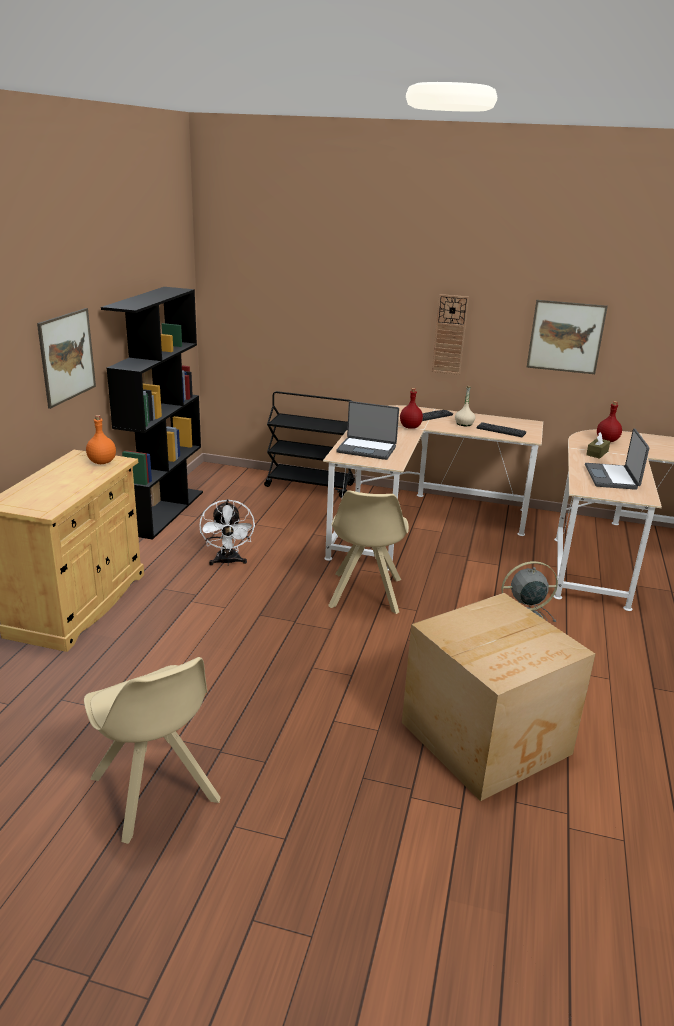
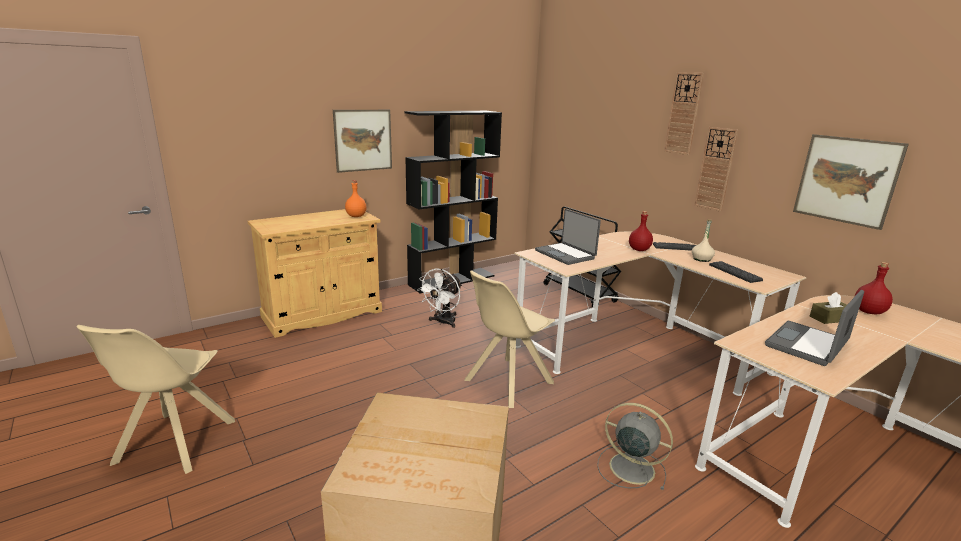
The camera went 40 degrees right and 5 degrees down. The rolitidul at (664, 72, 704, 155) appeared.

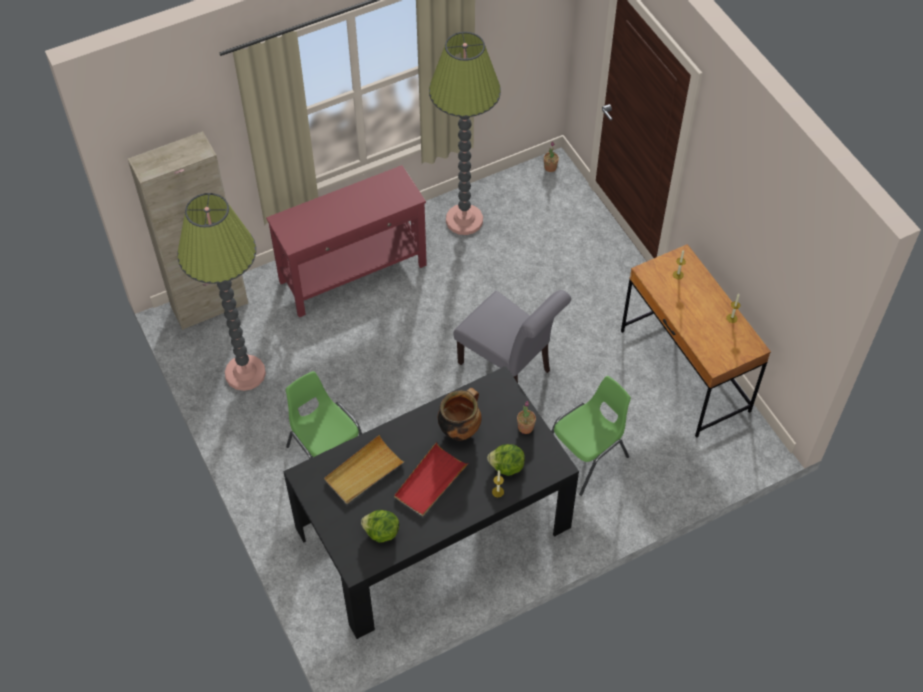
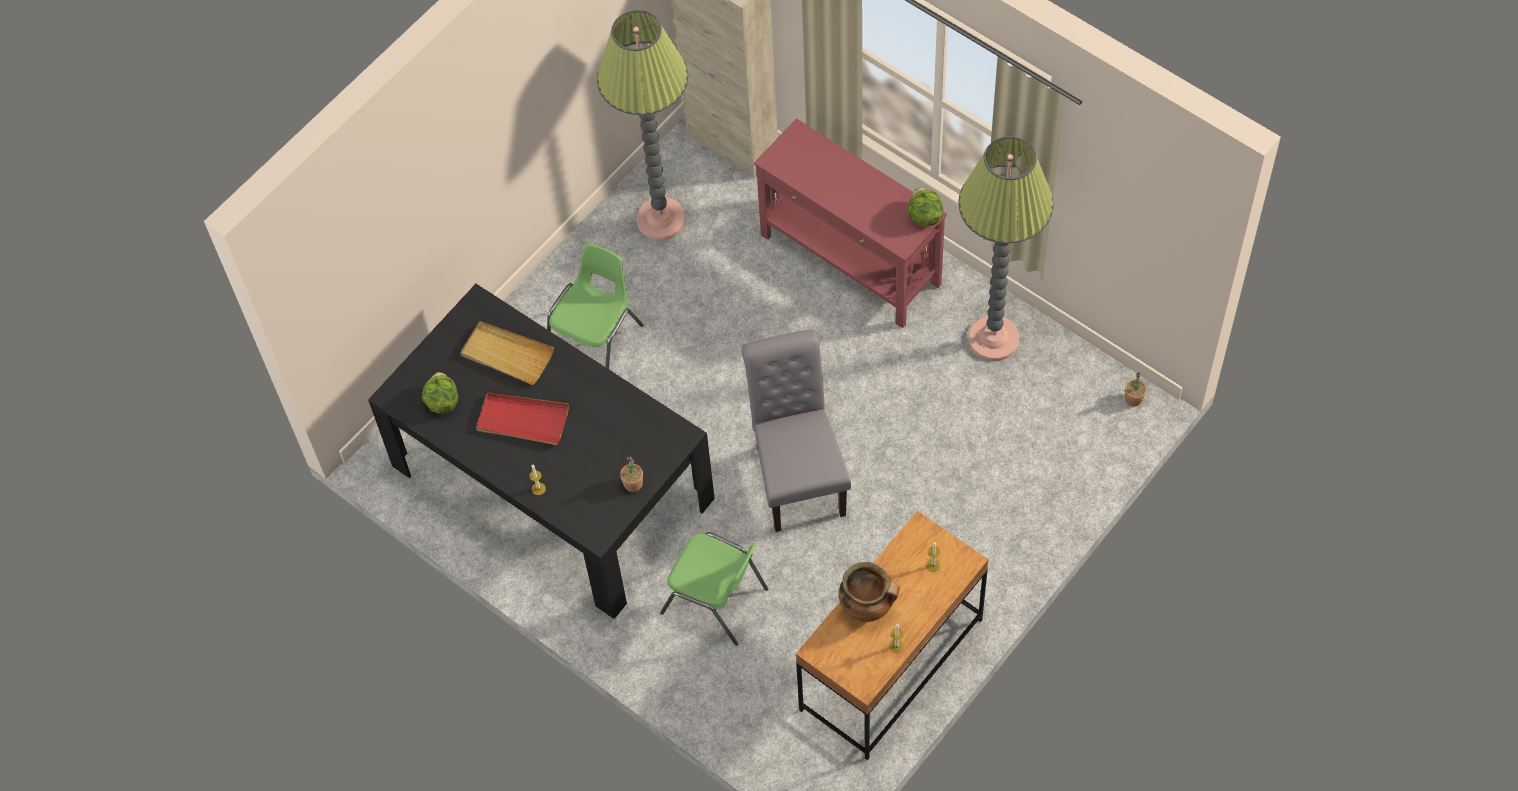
The camera went 70 degrees right and 5 degrees up. The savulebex moved from (438, 388, 482, 440) to (839, 562, 900, 622). The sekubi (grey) at (454, 290, 571, 383) turned 150 degrees clockwise. The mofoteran moved from (487, 444, 525, 476) to (908, 188, 943, 226).

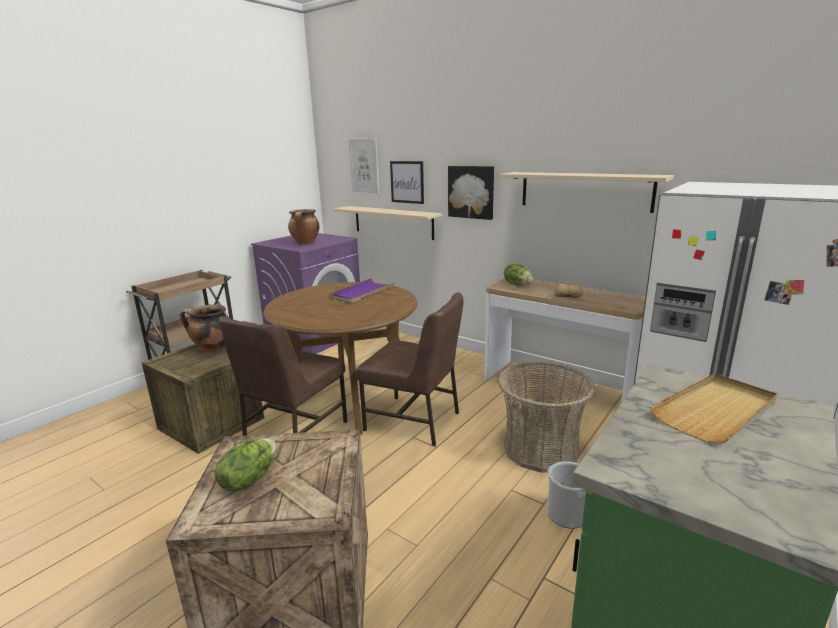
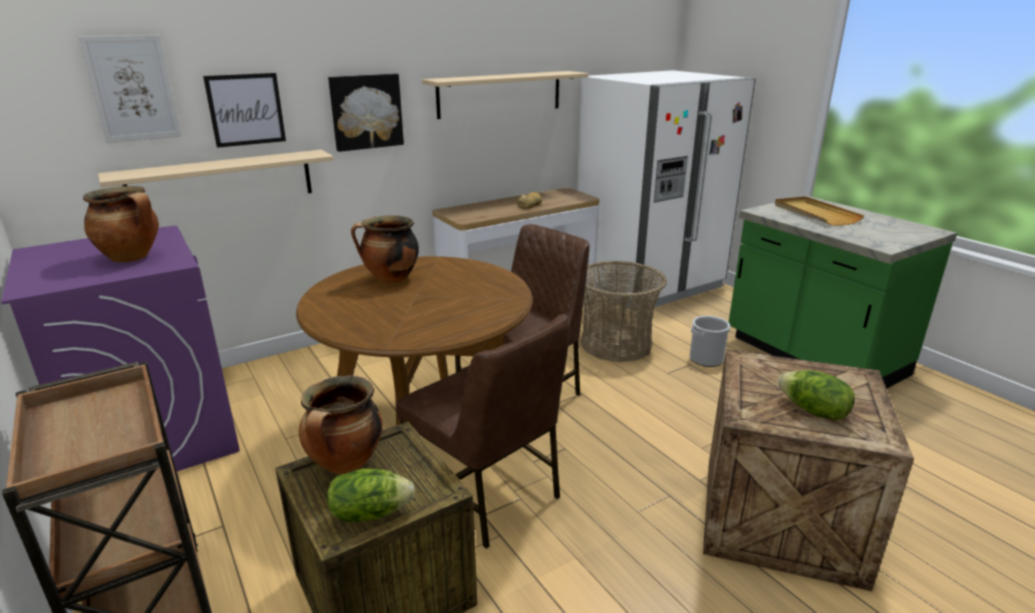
The camera went 70 degrees left and 5 degrees up. The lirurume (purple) at (329, 278, 395, 303) was replaced by the savulebex at (351, 215, 419, 284). The mofoteran moved from (504, 264, 533, 286) to (327, 468, 415, 522).

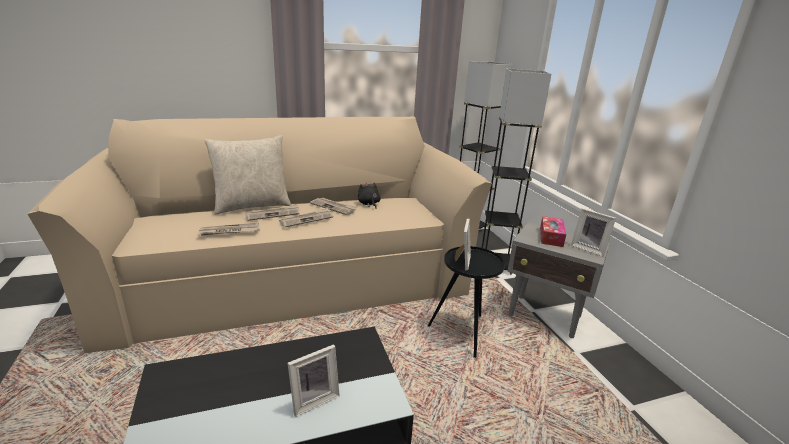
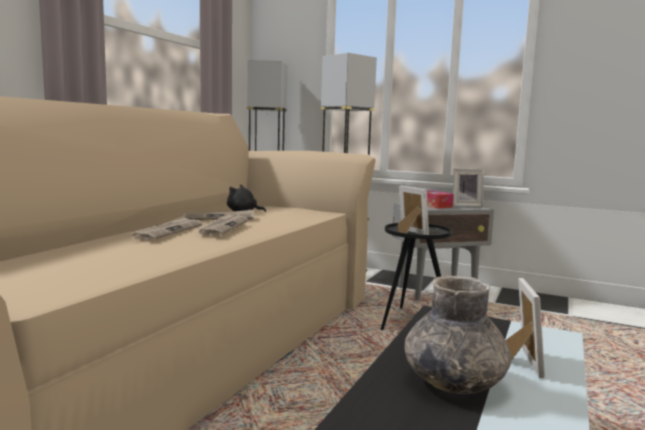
The camera went 45 degrees left and 15 degrees down. The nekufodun at (199, 223, 260, 236) disappeared. The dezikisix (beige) at (205, 135, 291, 215) disappeared. The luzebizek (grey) at (405, 276, 512, 394) appeared.

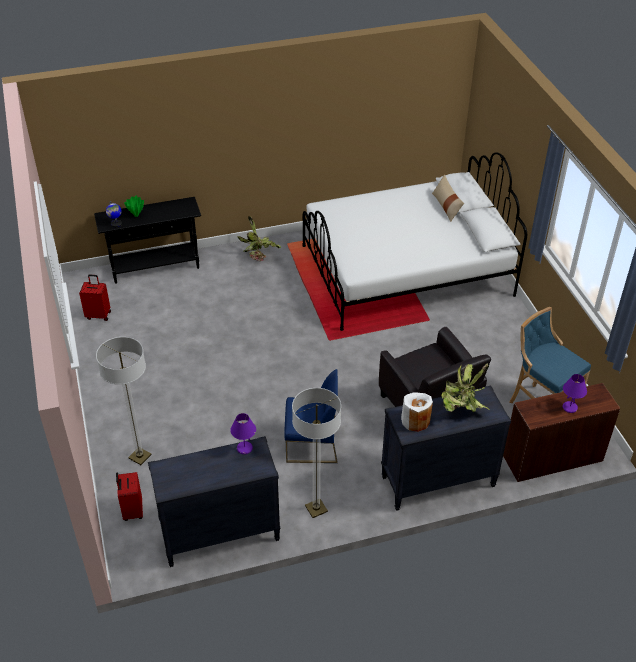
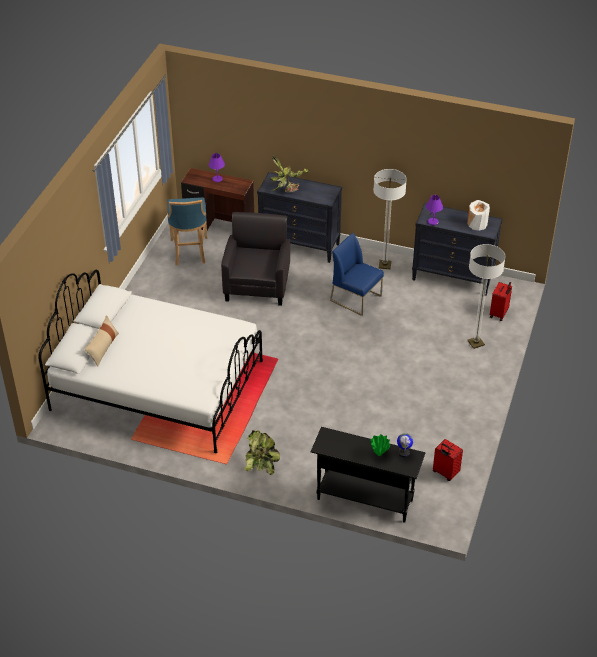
The camera went 145 degrees left and 0 degrees up. The luzebizek (white) moved from (401, 392, 433, 432) to (467, 200, 490, 231).

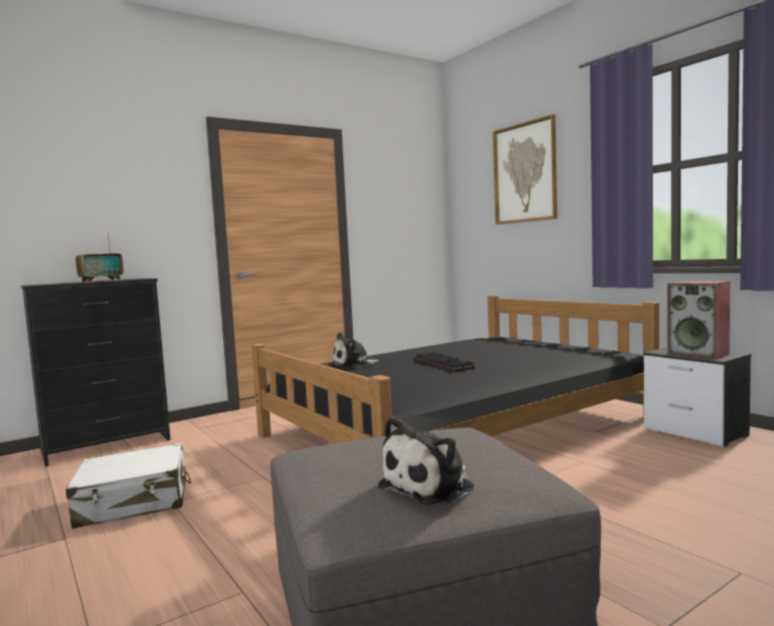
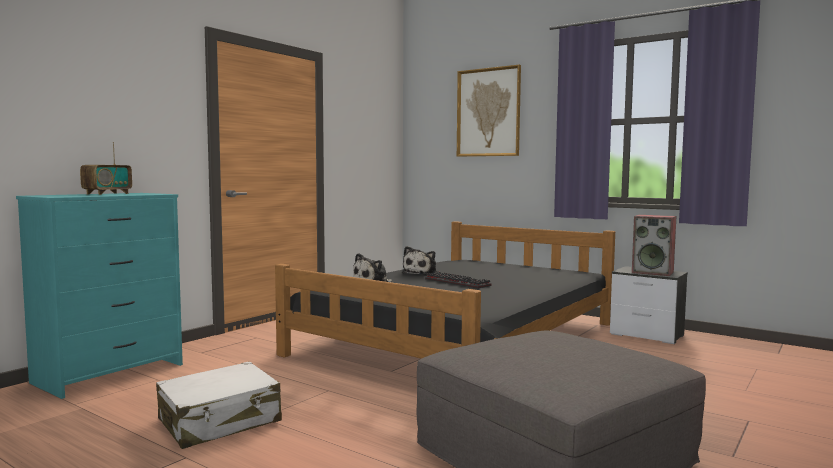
The camera went 20 degrees left and 0 degrees up. The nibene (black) at (21, 278, 171, 467) became the nibene (turquoise) at (16, 193, 183, 399). The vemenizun moved from (378, 417, 474, 505) to (402, 246, 438, 275).

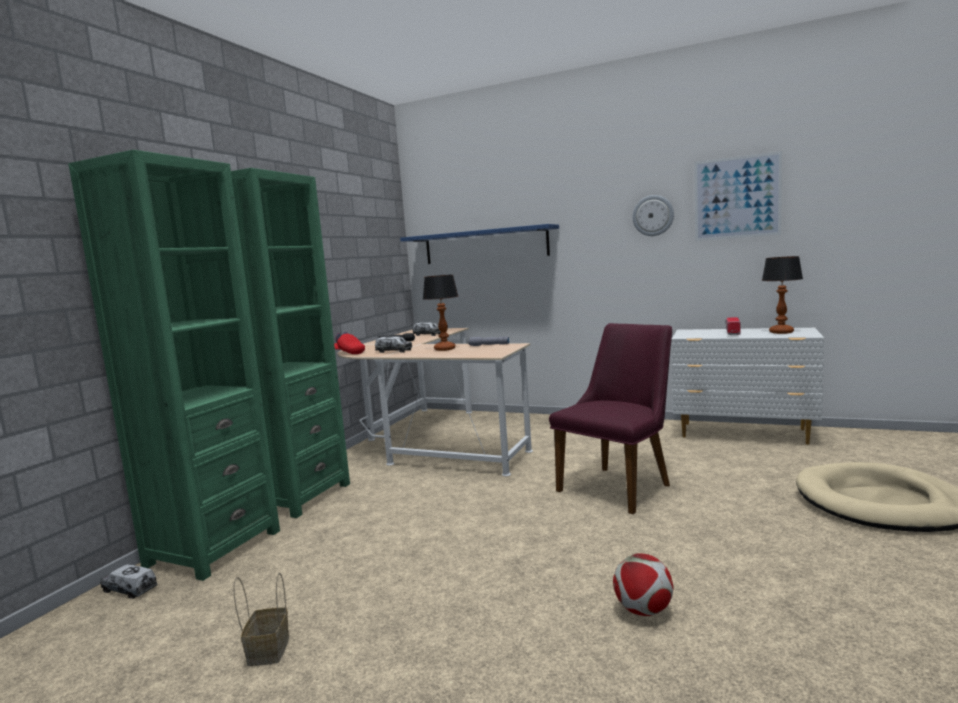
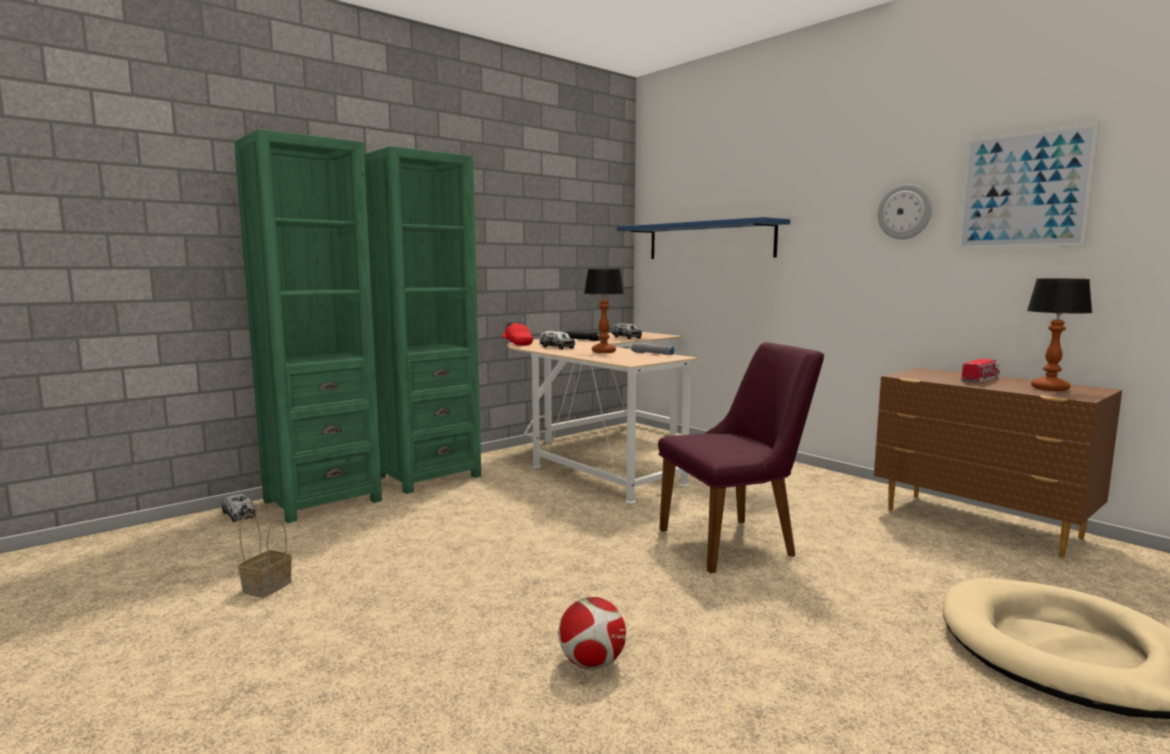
The camera went 25 degrees right and 0 degrees up. The nibene (white) at (671, 328, 824, 445) became the nibene (brown) at (874, 368, 1122, 558).

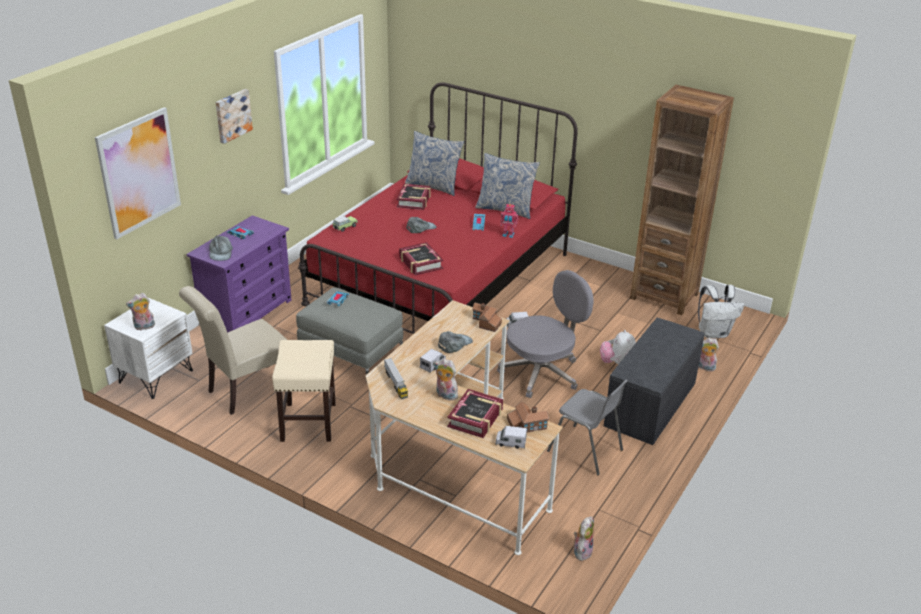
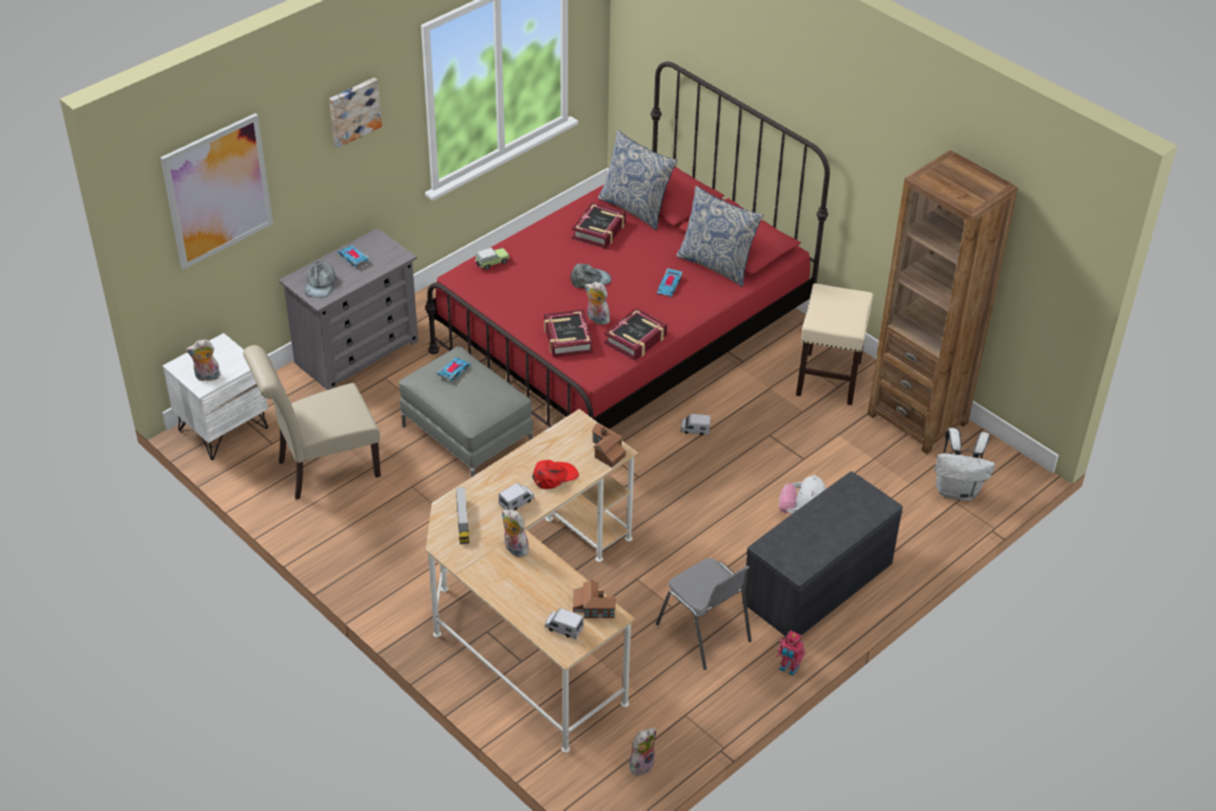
The camera went 15 degrees right and 10 degrees up. The nibene (purple) at (187, 215, 291, 333) became the nibene (grey) at (279, 228, 418, 390). The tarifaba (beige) moved from (272, 340, 336, 442) to (796, 284, 873, 405). The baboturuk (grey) at (438, 331, 473, 353) became the baboturuk (red) at (532, 460, 579, 489). The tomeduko moved from (447, 389, 503, 438) to (604, 308, 668, 360). The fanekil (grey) at (497, 270, 593, 398) disappeared. The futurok moved from (500, 204, 518, 238) to (777, 630, 805, 676). The vemenizun moved from (698, 338, 719, 371) to (585, 282, 610, 325).

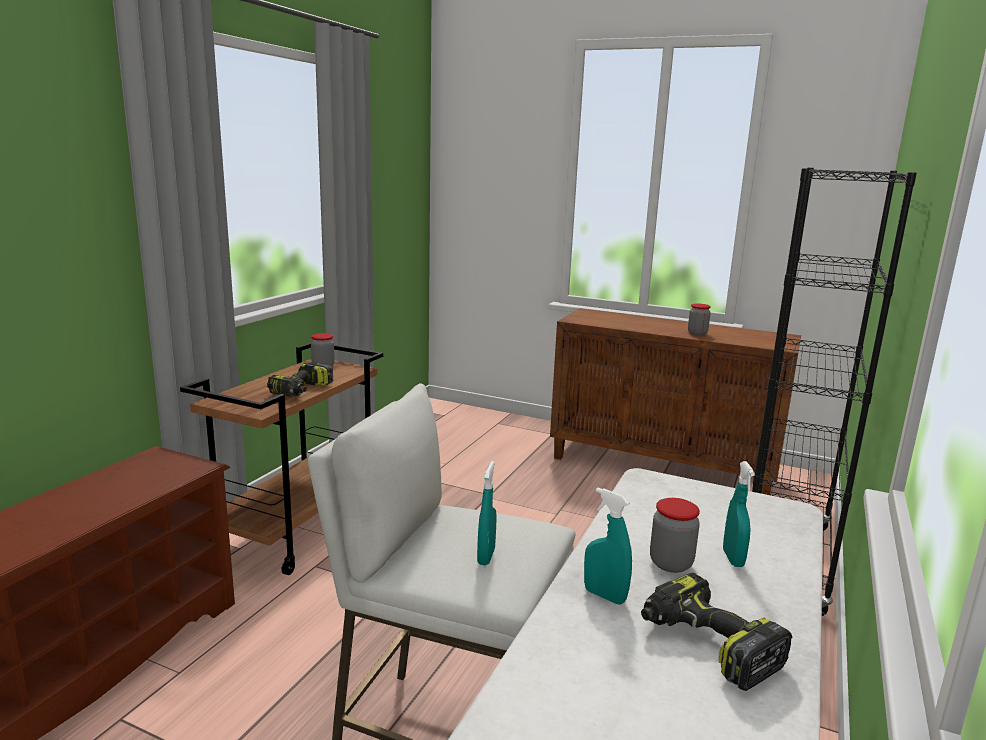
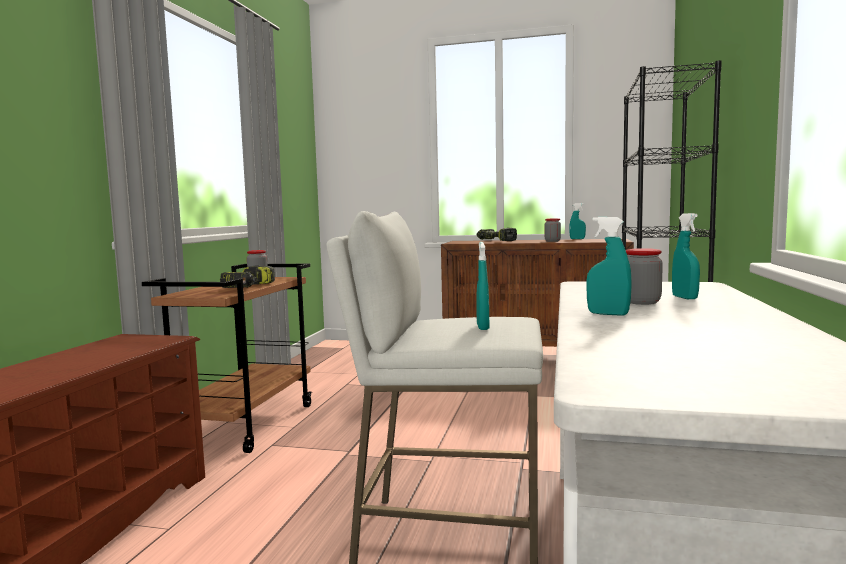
The camera went 10 degrees left and 10 degrees down. The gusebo moved from (641, 573, 792, 691) to (477, 228, 517, 241). The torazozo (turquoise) at (569, 203, 586, 239) appeared.

